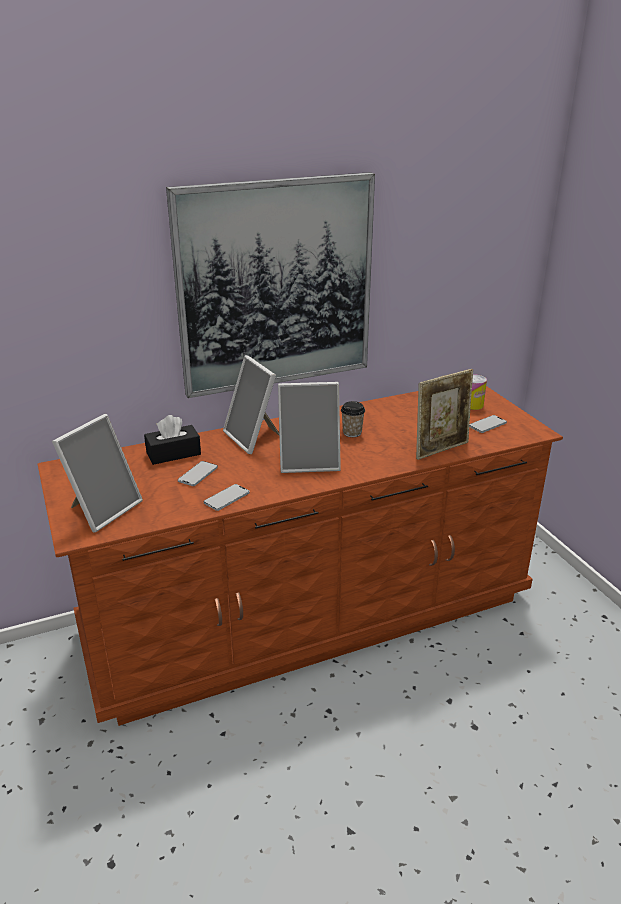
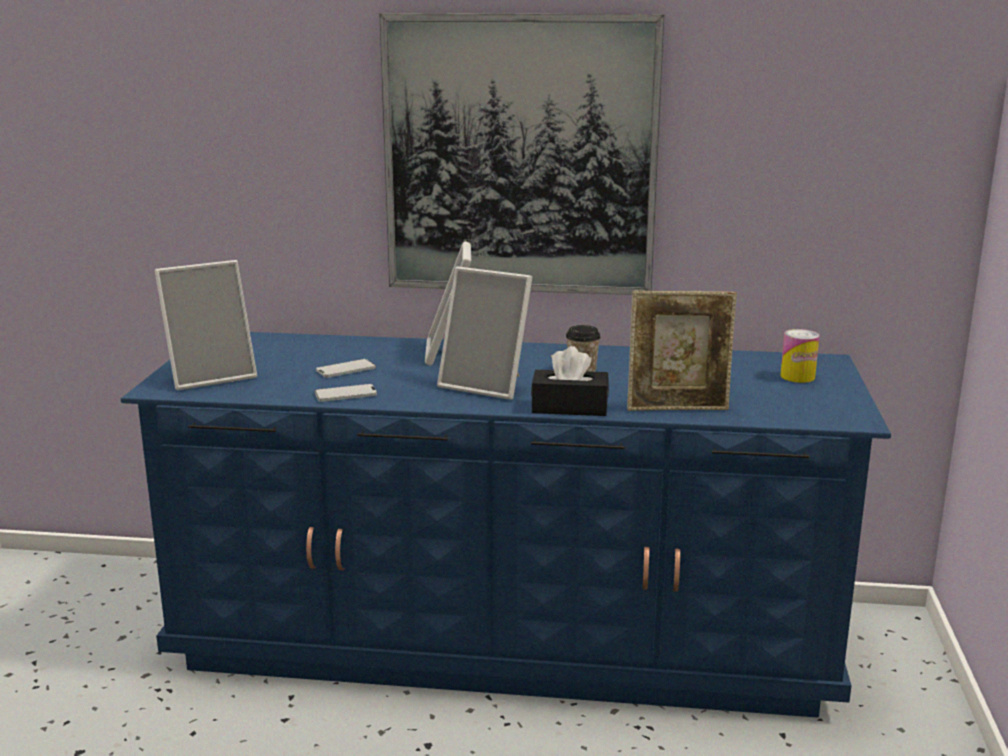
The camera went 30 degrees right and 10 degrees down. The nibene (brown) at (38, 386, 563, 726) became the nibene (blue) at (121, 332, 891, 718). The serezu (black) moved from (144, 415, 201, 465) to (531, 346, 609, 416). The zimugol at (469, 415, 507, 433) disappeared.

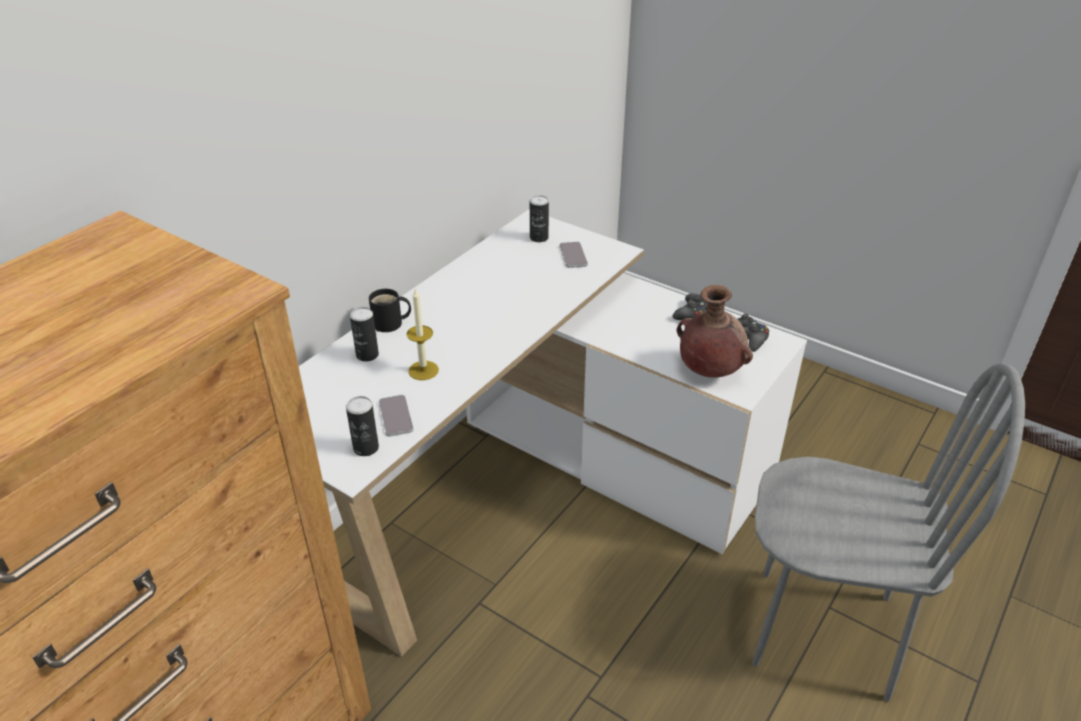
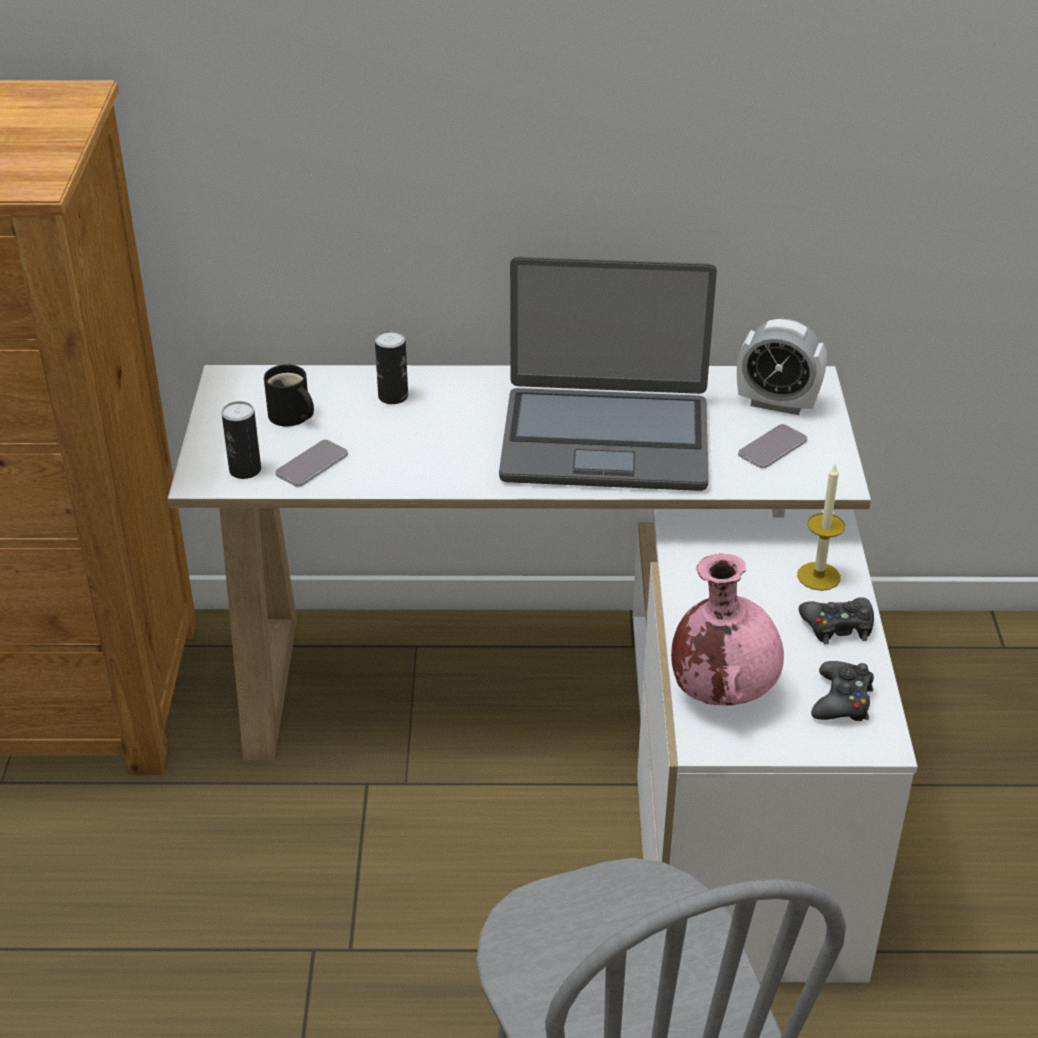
The camera went 55 degrees right and 0 degrees up. The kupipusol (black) moved from (369, 289, 411, 332) to (264, 364, 314, 427). The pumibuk moved from (406, 289, 439, 380) to (797, 465, 845, 591). The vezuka at (530, 195, 549, 242) was replaced by the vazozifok at (737, 319, 827, 415). The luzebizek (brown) at (677, 285, 753, 378) became the luzebizek (pink) at (671, 554, 784, 706). The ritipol at (499, 257, 717, 491) appeared.

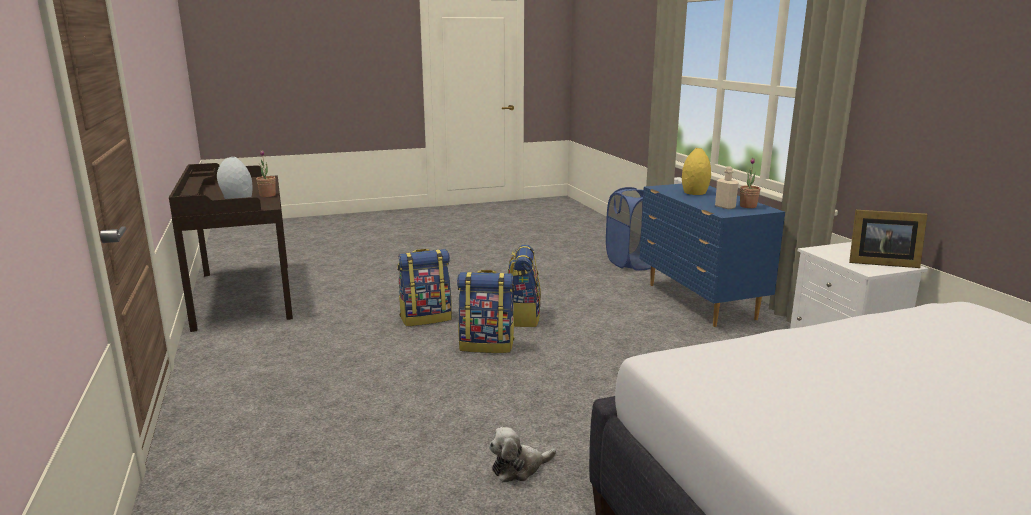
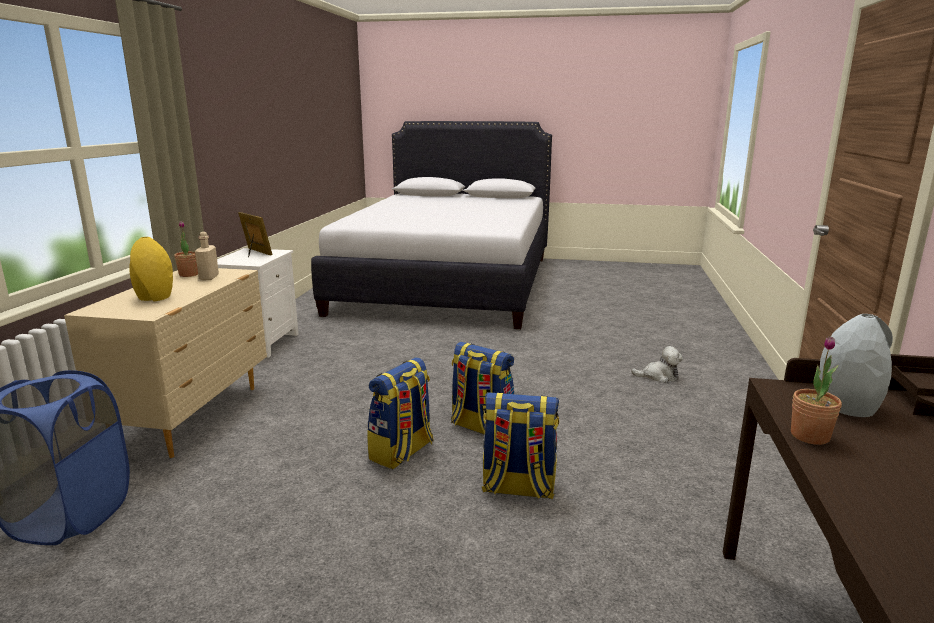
The camera went 150 degrees left and 0 degrees up. The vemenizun moved from (489, 427, 556, 482) to (631, 346, 683, 383). The nibene (blue) at (639, 184, 785, 327) became the nibene (beige) at (64, 268, 267, 458).

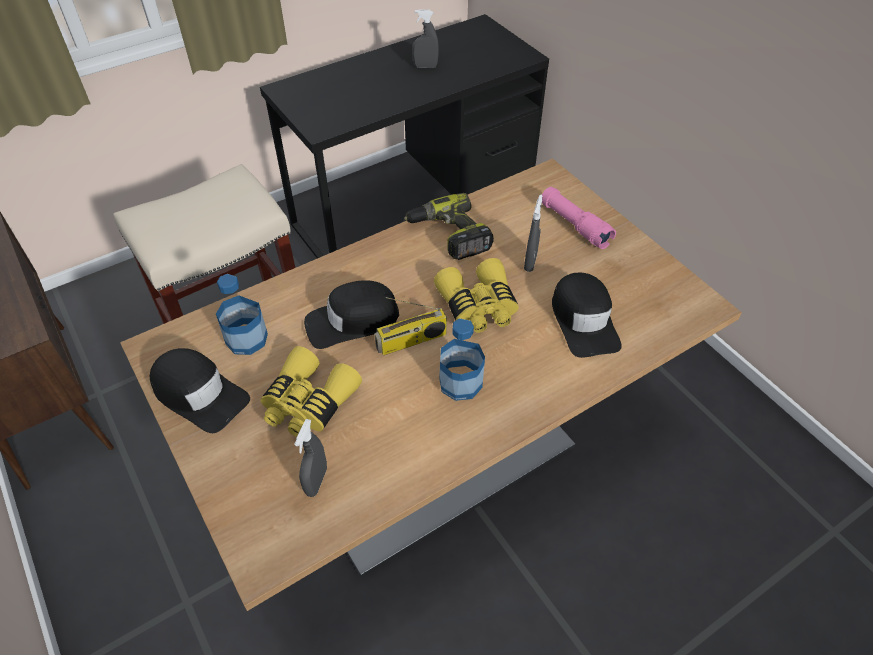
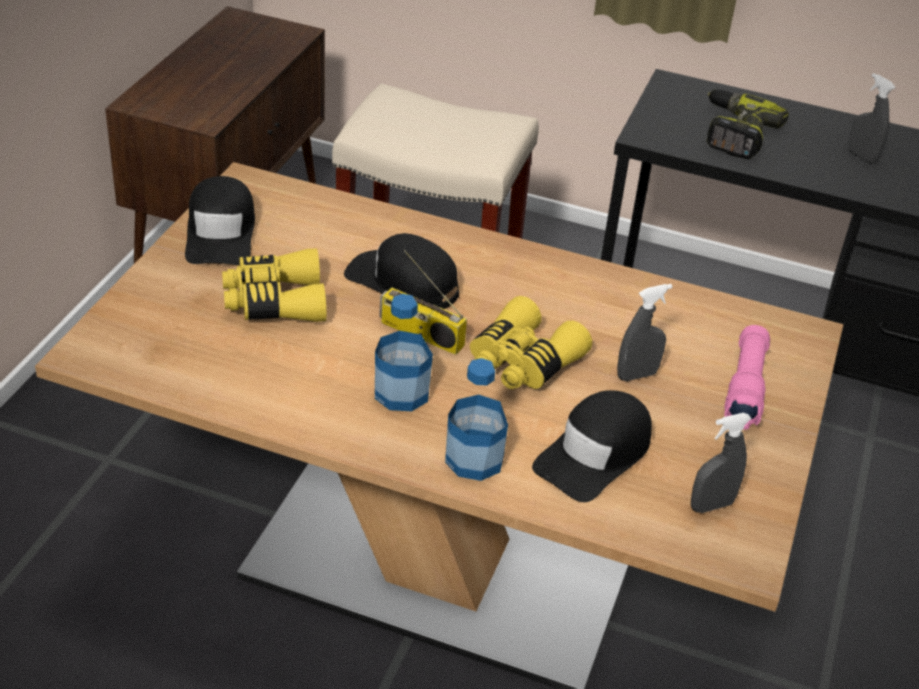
The camera went 50 degrees right and 10 degrees down. The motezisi moved from (216, 274, 268, 355) to (445, 358, 508, 481). The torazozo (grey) moved from (295, 419, 327, 497) to (691, 413, 752, 513). The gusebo moved from (404, 193, 494, 260) to (706, 89, 789, 159).

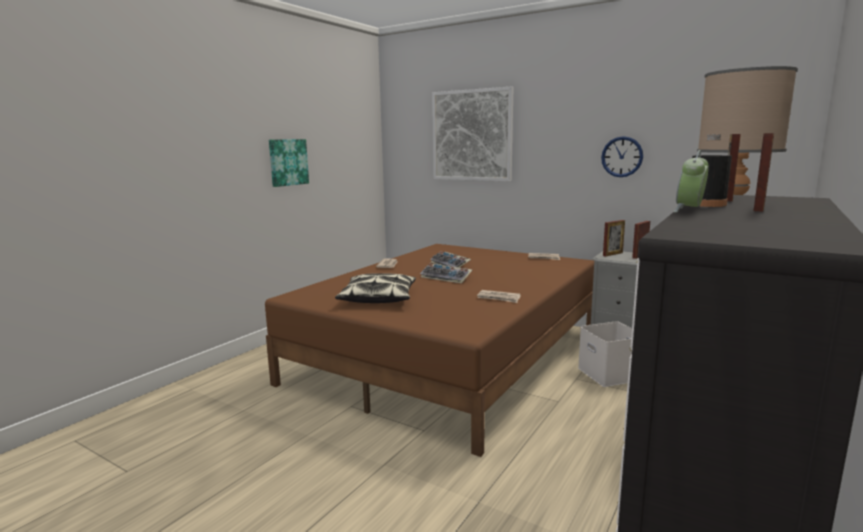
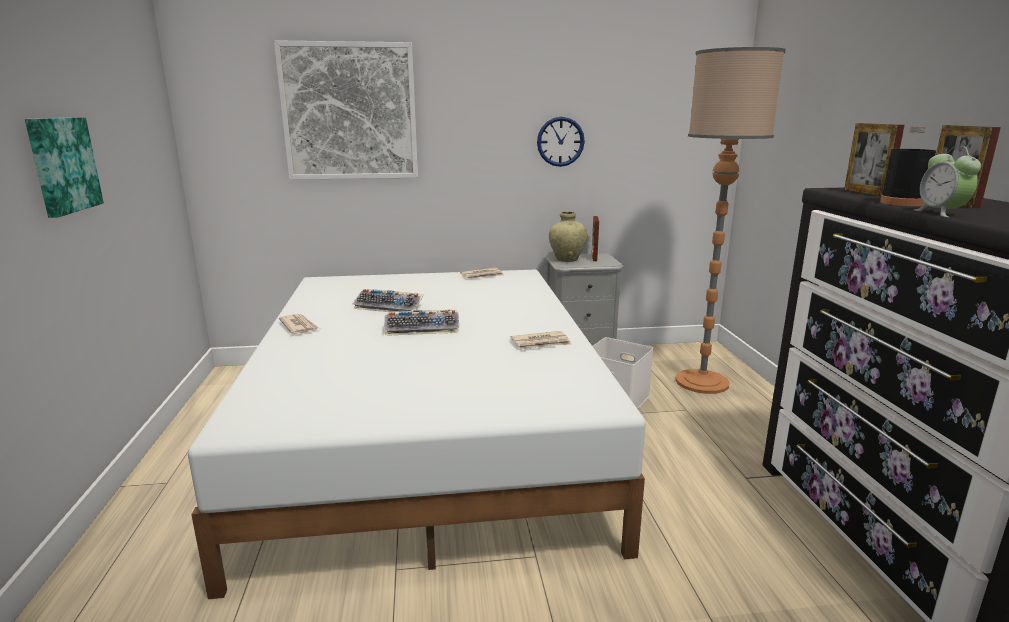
The camera went 40 degrees left and 5 degrees up. The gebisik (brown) at (265, 244, 594, 457) became the gebisik (white) at (188, 270, 646, 599). The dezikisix at (335, 274, 416, 303) disappeared. The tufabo at (603, 220, 625, 257) was replaced by the luzebizek (beige) at (549, 212, 587, 262).

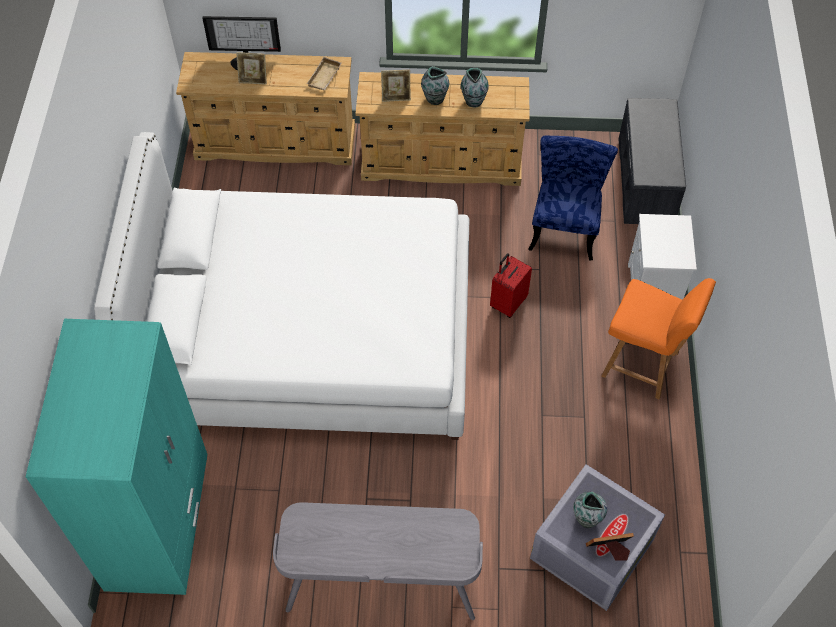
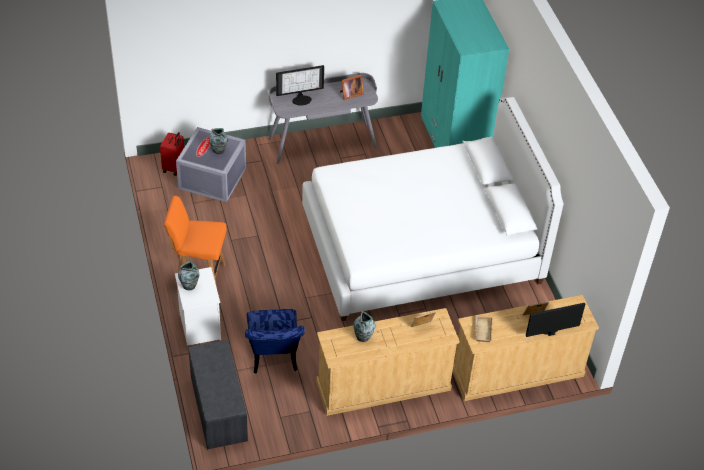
The camera went 160 degrees right and 10 degrees down. The luzebizek moved from (421, 66, 449, 105) to (178, 261, 199, 290). The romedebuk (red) moved from (490, 253, 532, 318) to (160, 132, 184, 176). The tufabo moved from (586, 533, 634, 561) to (340, 75, 364, 100). The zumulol at (276, 65, 324, 106) appeared.

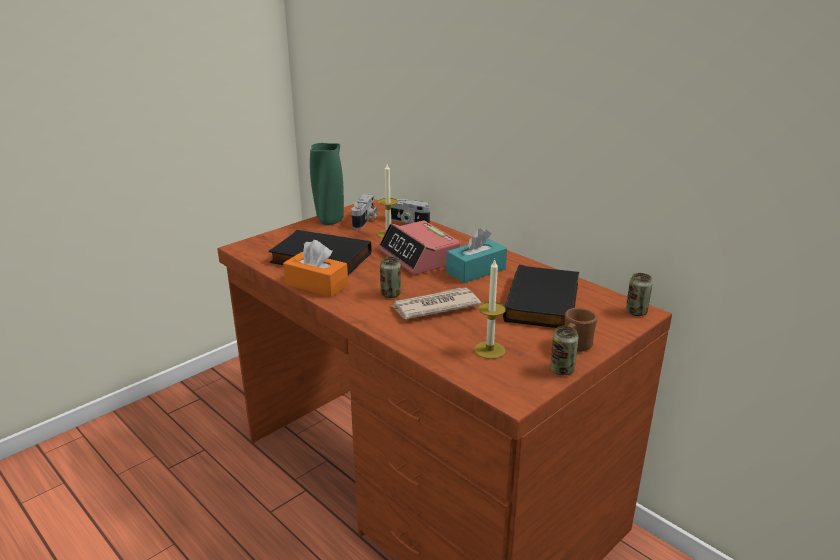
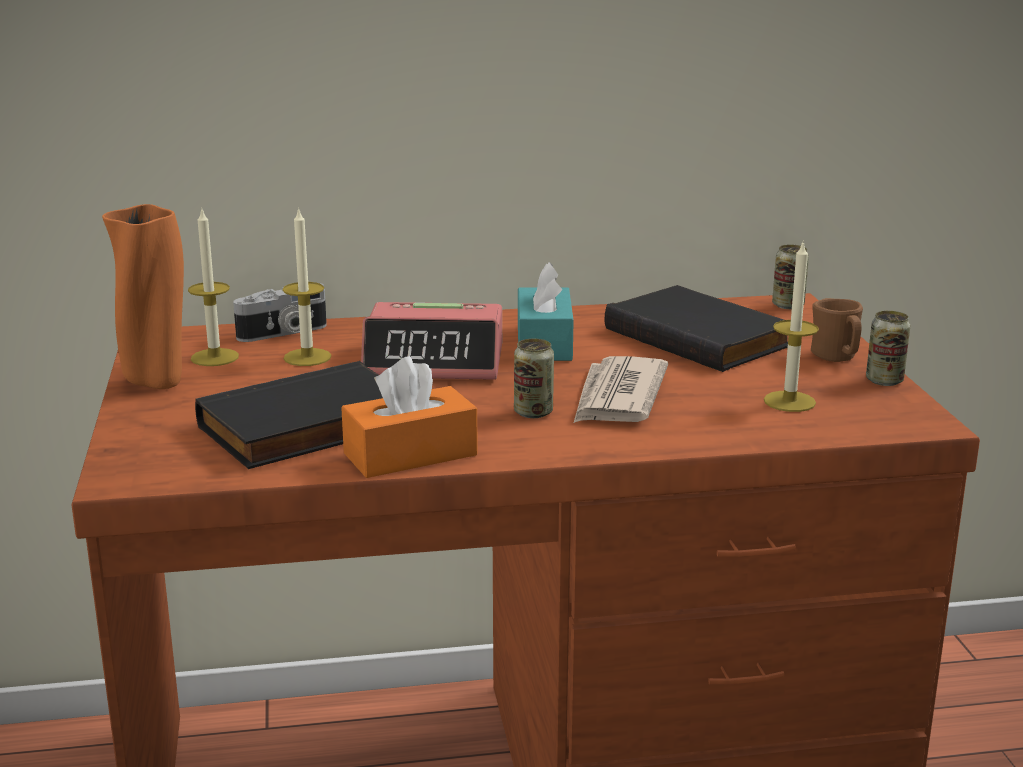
The camera went 55 degrees left and 5 degrees down. The luzebizek (green) at (310, 143, 344, 225) became the luzebizek (orange) at (102, 204, 184, 389). The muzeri at (351, 193, 377, 229) was replaced by the pumibuk at (188, 207, 239, 366).

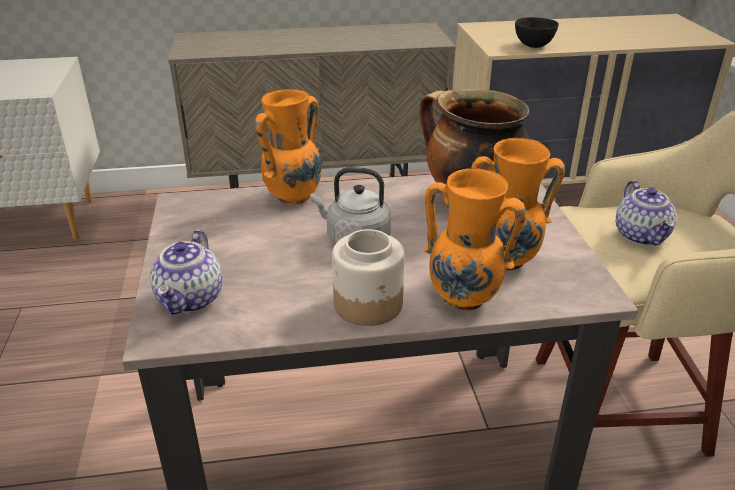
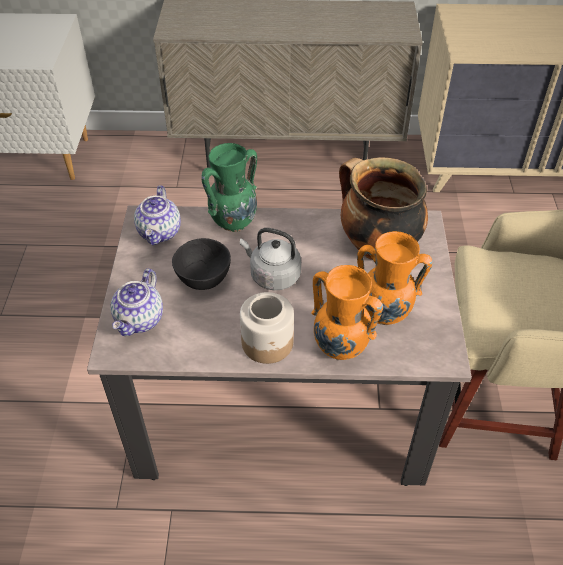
The camera went 10 degrees right and 15 degrees up. The luzebizek (orange) at (255, 89, 322, 205) became the luzebizek (green) at (201, 143, 257, 232). The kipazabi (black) moved from (515, 17, 559, 48) to (172, 238, 231, 290). The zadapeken moved from (616, 180, 677, 246) to (134, 185, 181, 245).

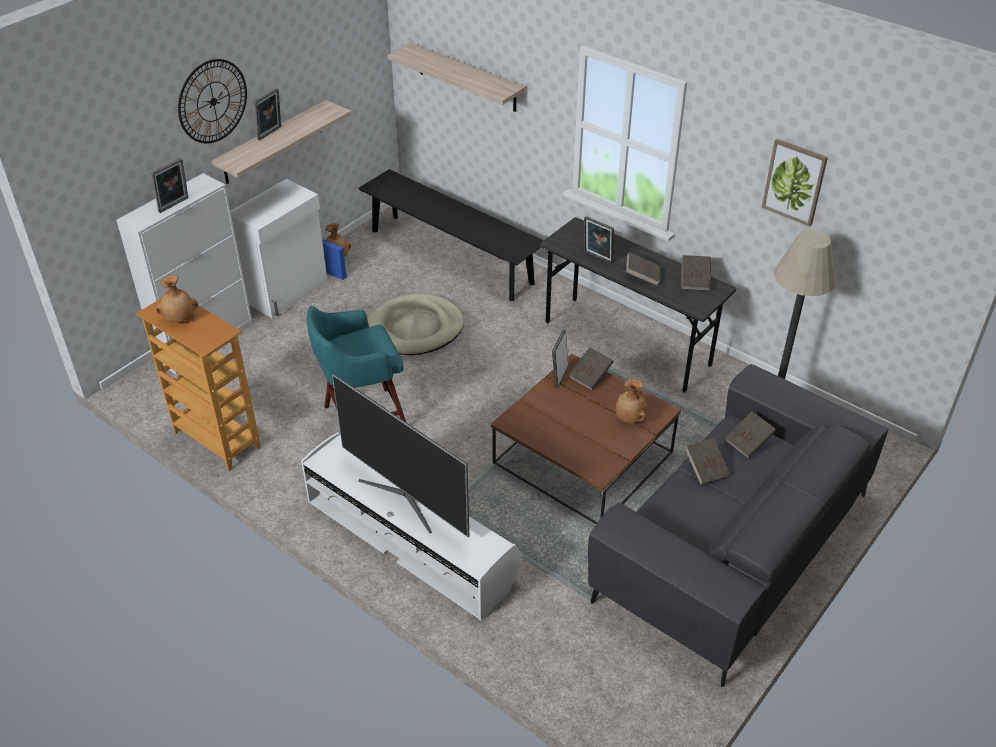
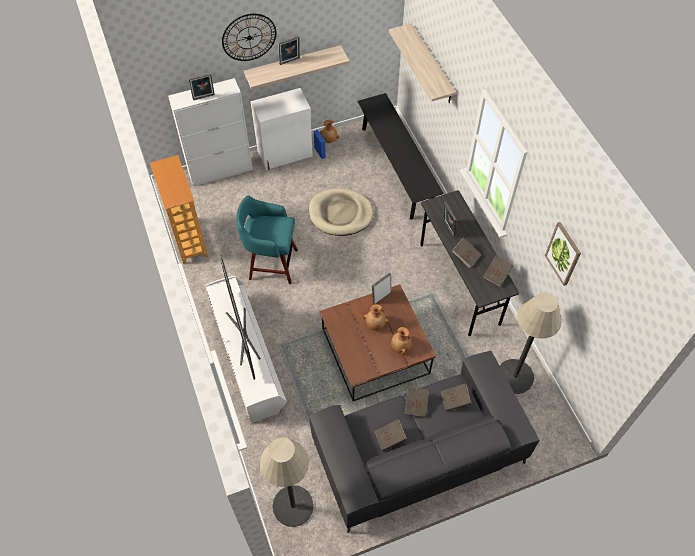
The camera went 30 degrees right and 15 degrees up. The luzebizek (brown) moved from (156, 275, 198, 323) to (364, 304, 388, 330). The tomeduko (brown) moved from (569, 347, 614, 390) to (375, 419, 407, 451). The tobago at (260, 437, 314, 527) appeared.

